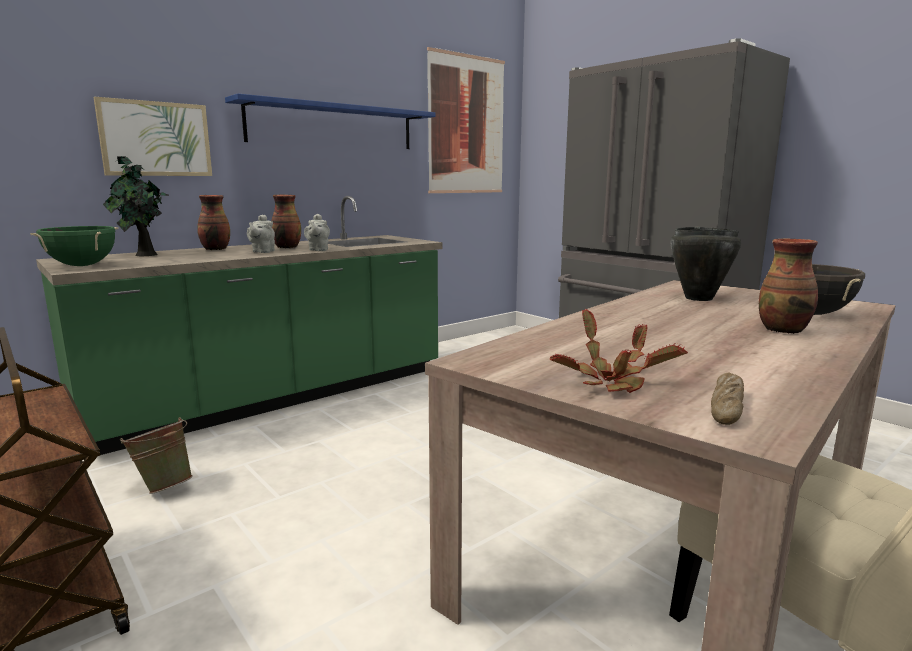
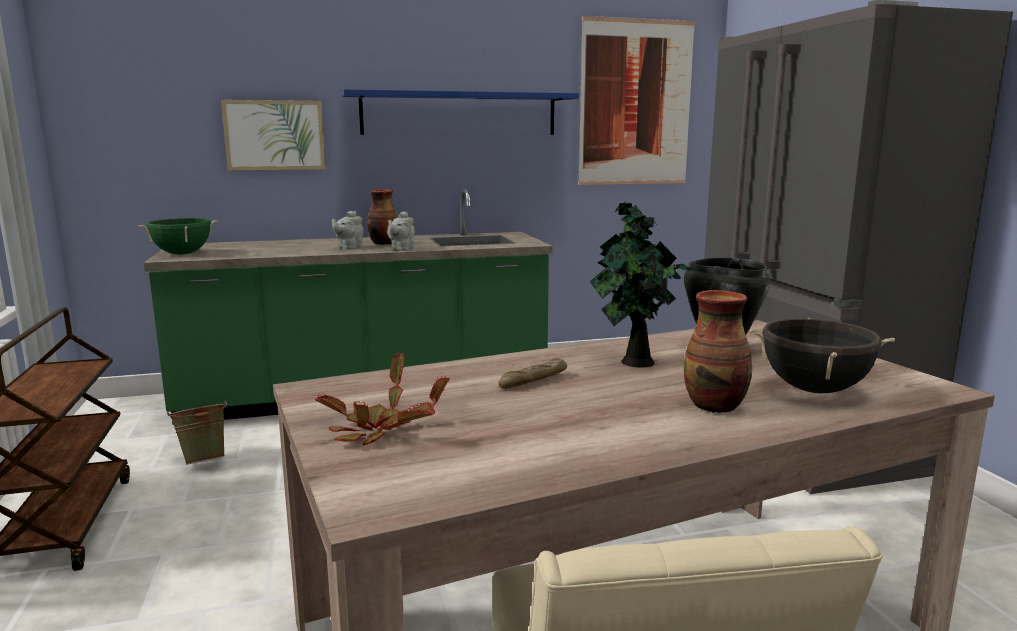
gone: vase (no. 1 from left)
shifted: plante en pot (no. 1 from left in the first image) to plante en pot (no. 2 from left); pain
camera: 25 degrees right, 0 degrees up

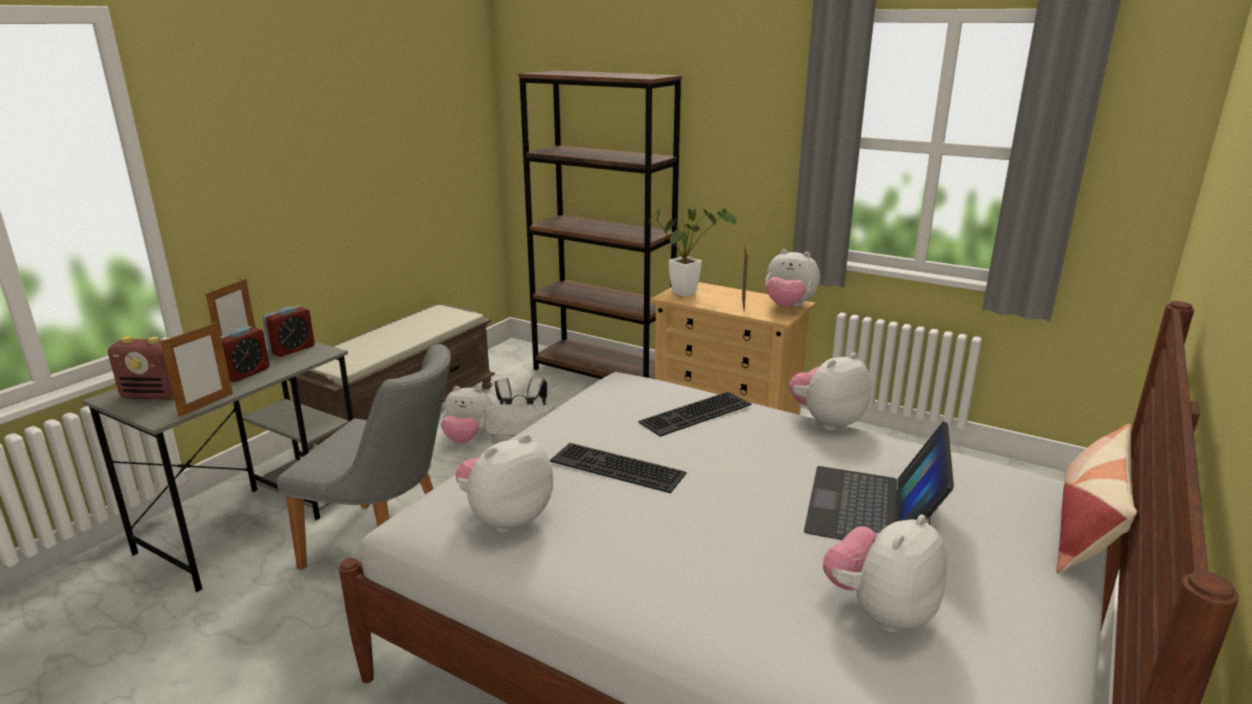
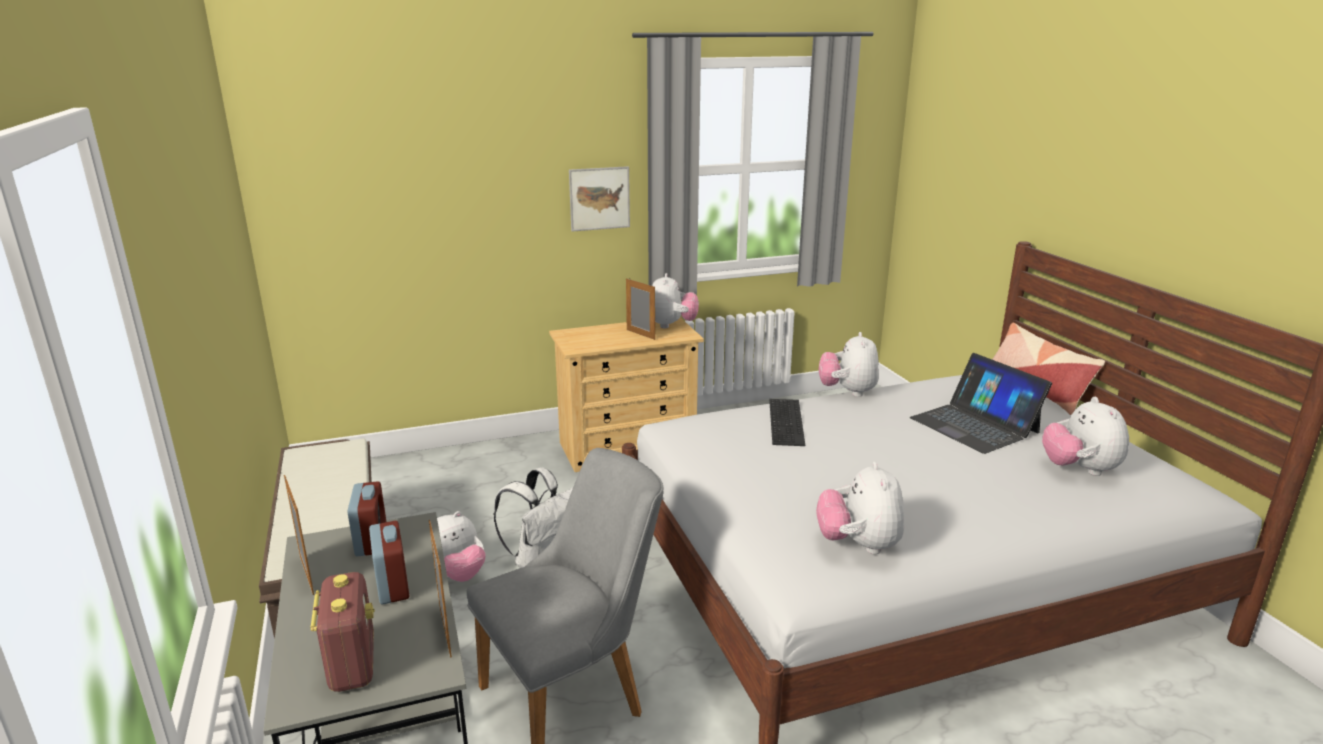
gone: bibliothèque [marron]; clavier (no. 1 from left); plante en pot
new: tableau
rotated: radio 60 degrees counterclockwise; peluche (no. 3 from left in the first image) 60 degrees counterclockwise
camera: 50 degrees left, 0 degrees up

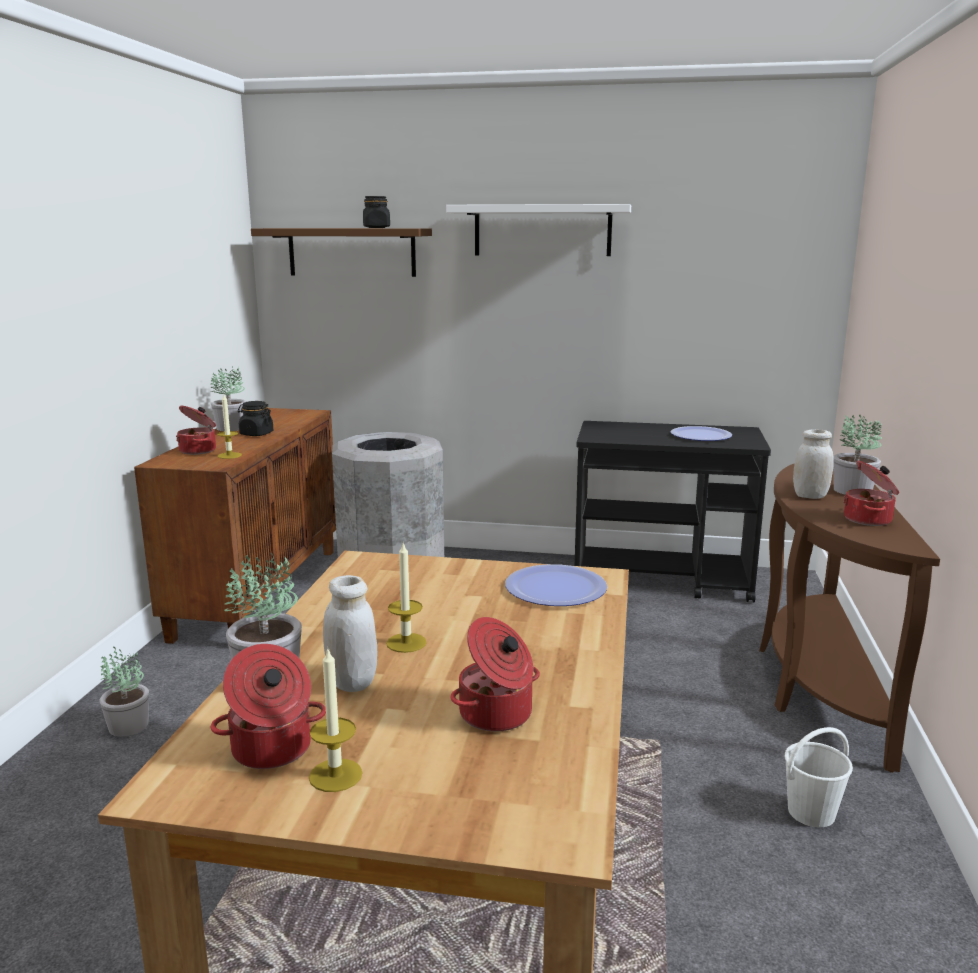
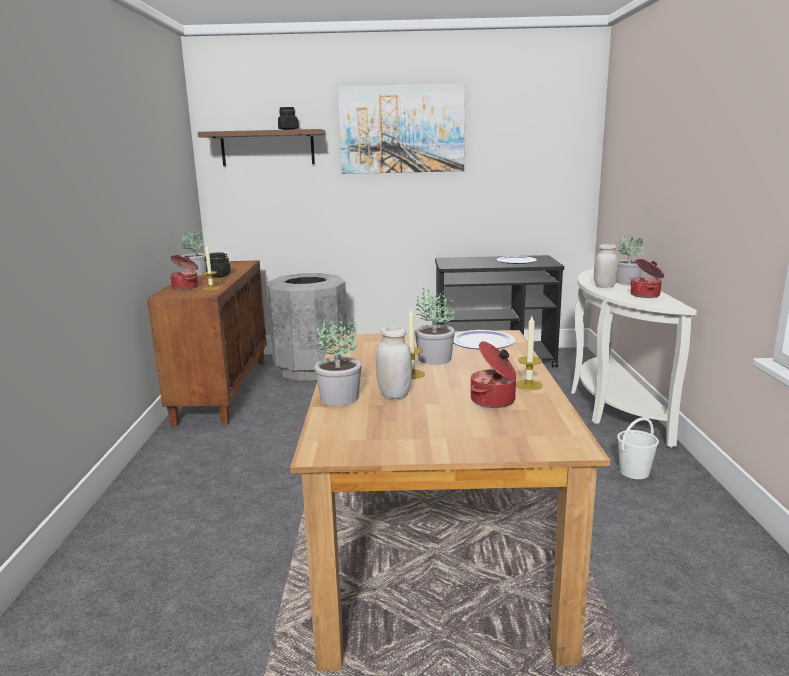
gone: marmite (no. 2 from left)
shifted: plante en pot (no. 1 from left in the first image) to plante en pot (no. 3 from left); bougie (no. 2 from left in the first image) to bougie (no. 3 from left)
swapped: étagère [blanc] to tableau
repainted: table console [marron] to table console [blanc]
camera: 10 degrees left, 0 degrees up

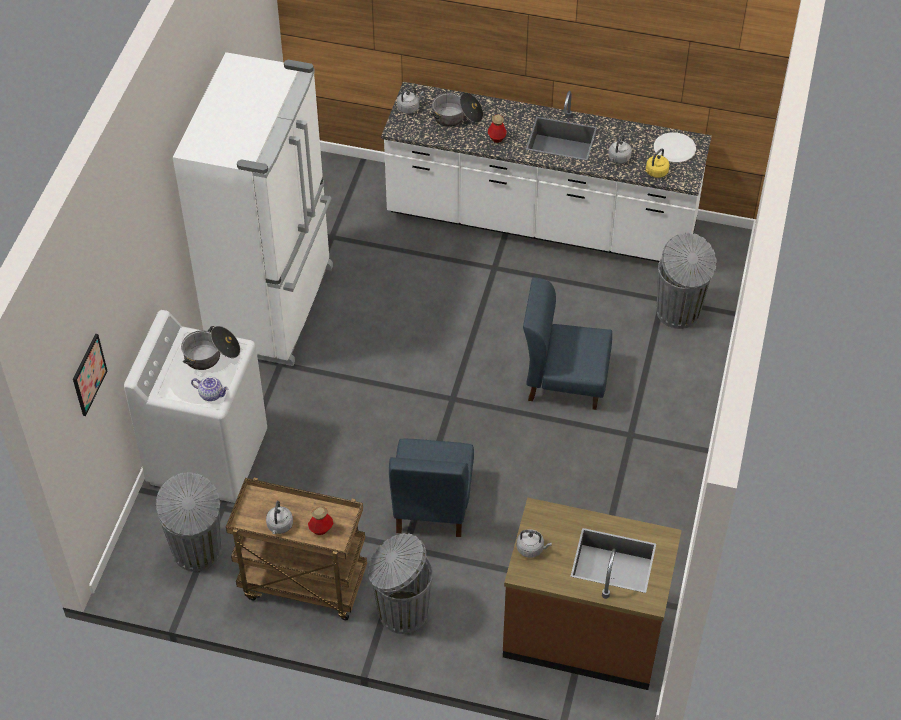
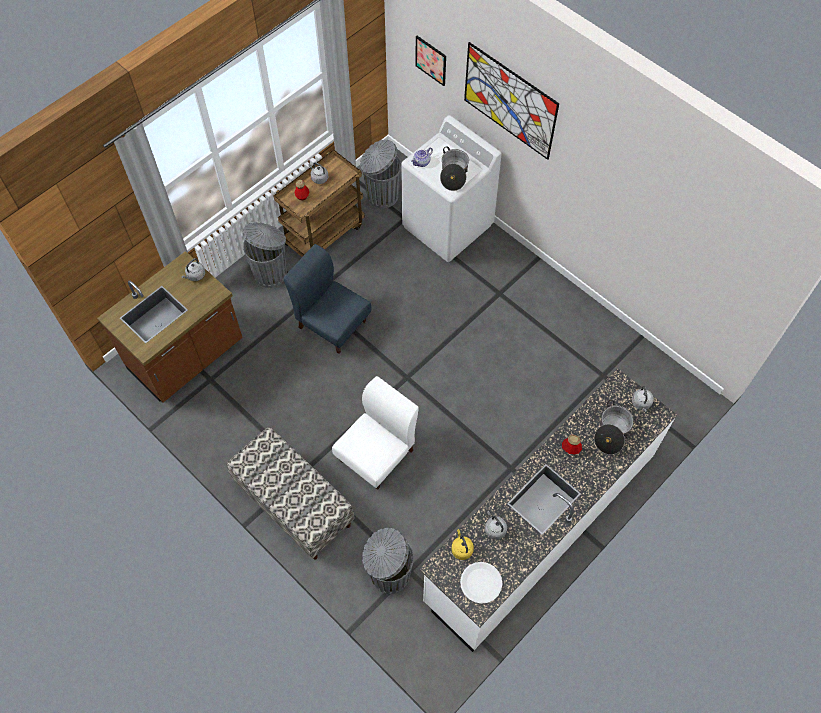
gone: réfrigérateur [blanc]
new: banc; tableau (no. 2 from left)
repainted: chaise [bleu] (no. 2 from left) to chaise [blanc]
camera: 120 degrees right, 10 degrees up

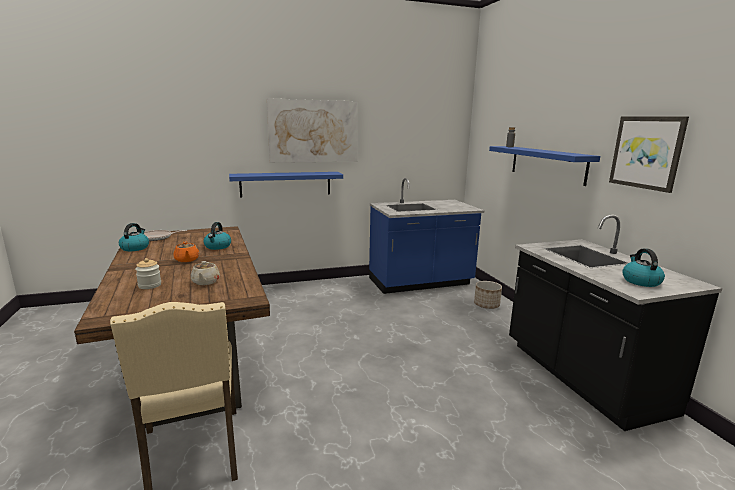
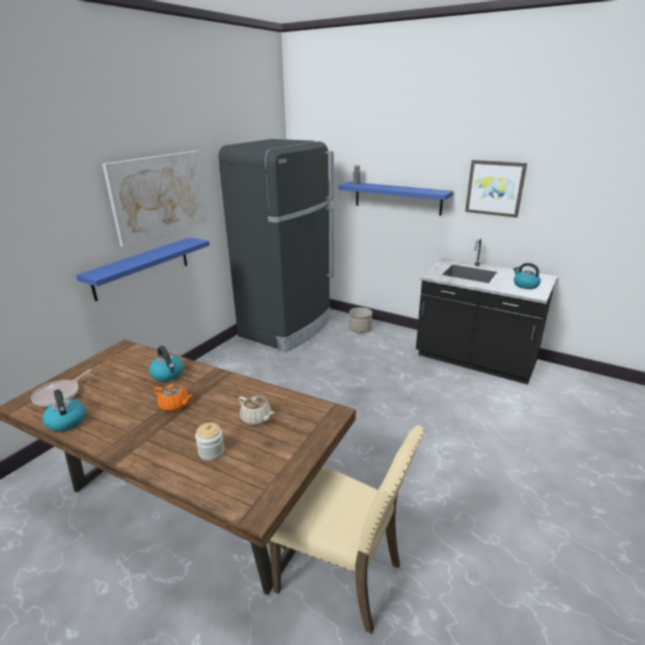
swapped: comptoir de cuisine [bleu] to réfrigérateur [noir]
camera: 40 degrees left, 10 degrees up

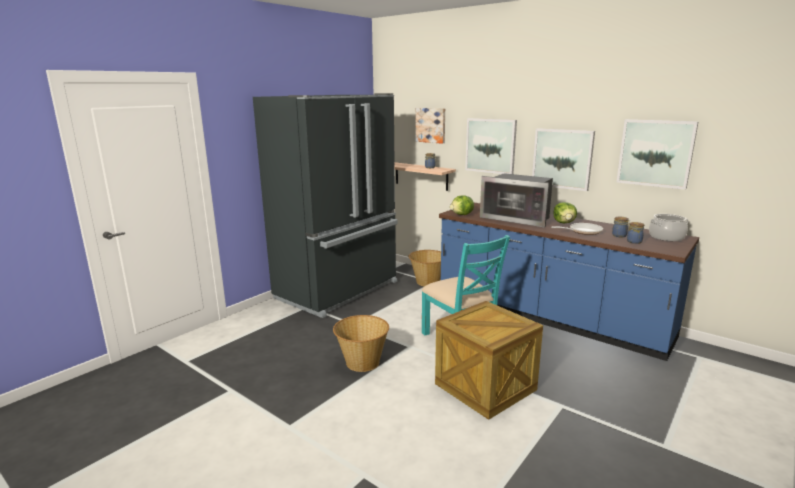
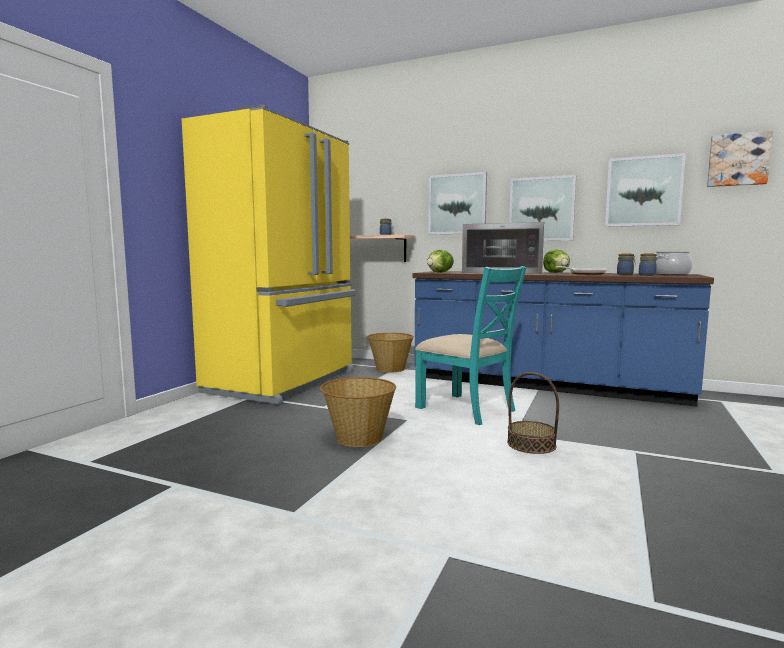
shifted: tableau (no. 1 from left in the first image) to tableau (no. 4 from left)
swapped: caisse to panier (no. 3 from left)
repainted: réfrigérateur [noir] to réfrigérateur [jaune]
camera: 15 degrees left, 10 degrees down

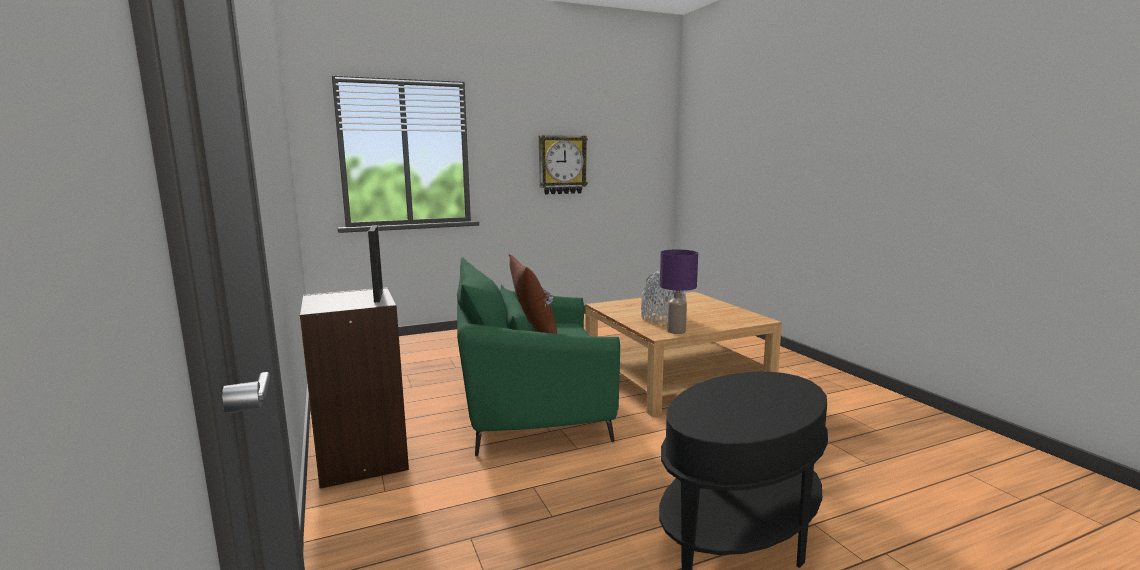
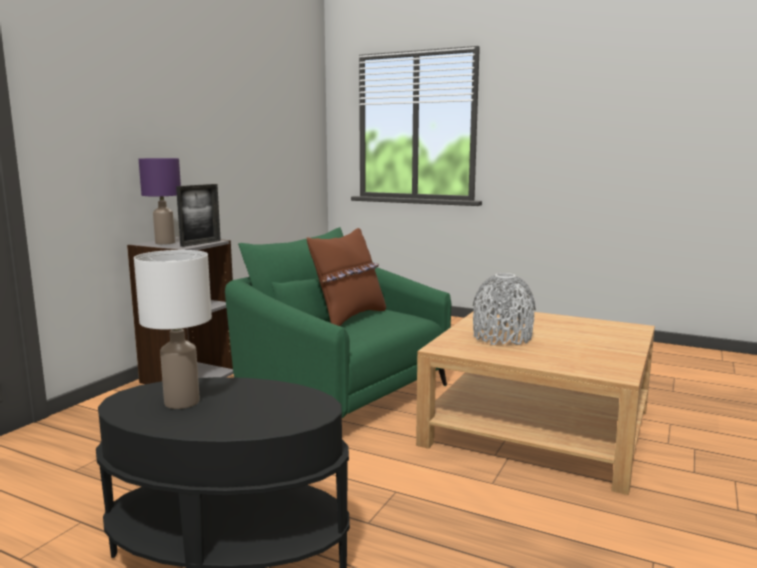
gone: horloge murale
new: lampe de table [blanc]
shifted: lampe de table [violet]
camera: 50 degrees right, 0 degrees up

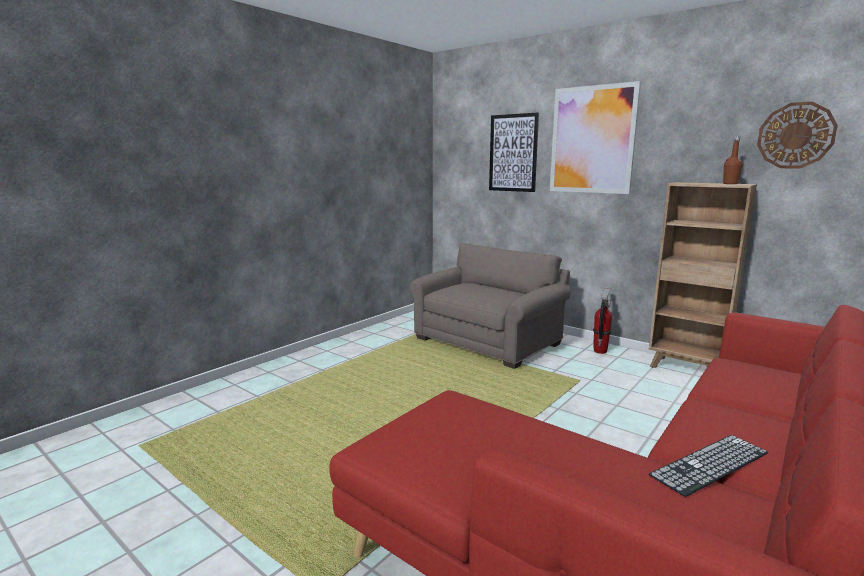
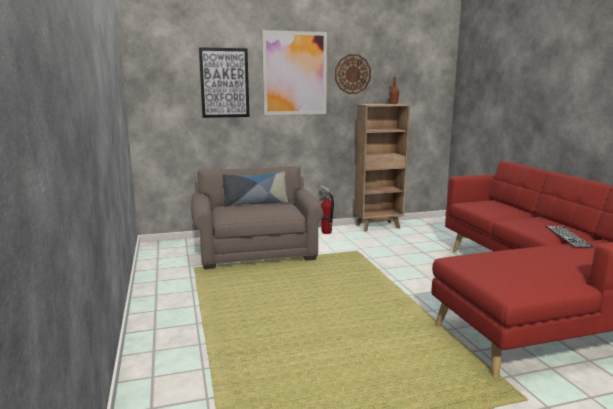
new: coussin
shifted: horloge murale
camera: 55 degrees left, 0 degrees up

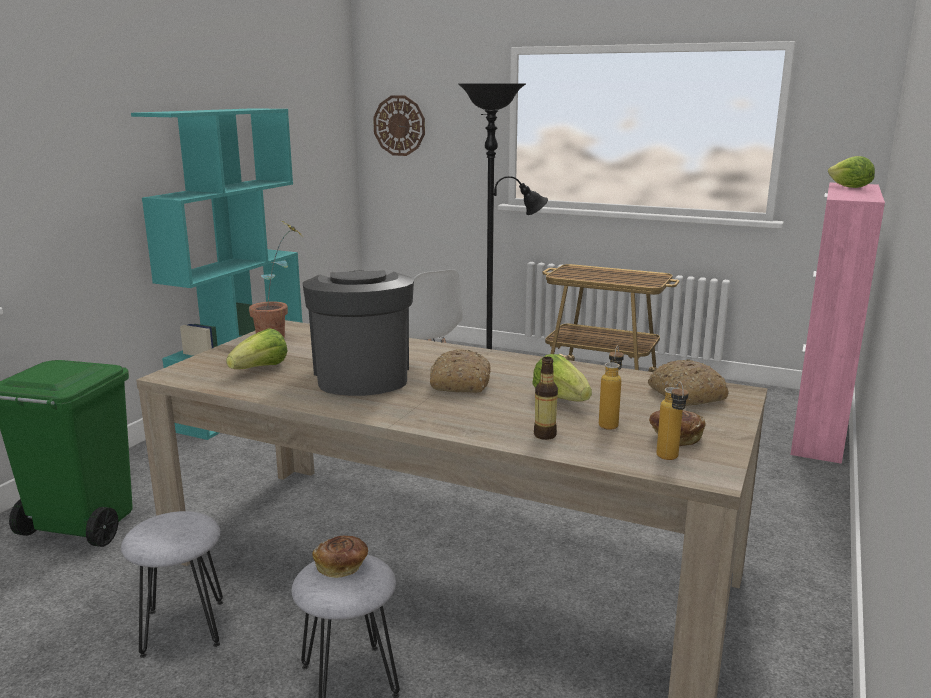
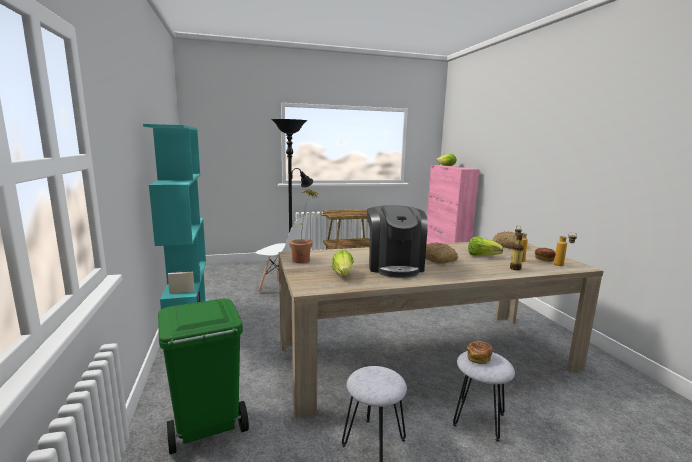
gone: horloge murale
rotated: machine à café 135 degrees counterclockwise
camera: 40 degrees left, 5 degrees down

